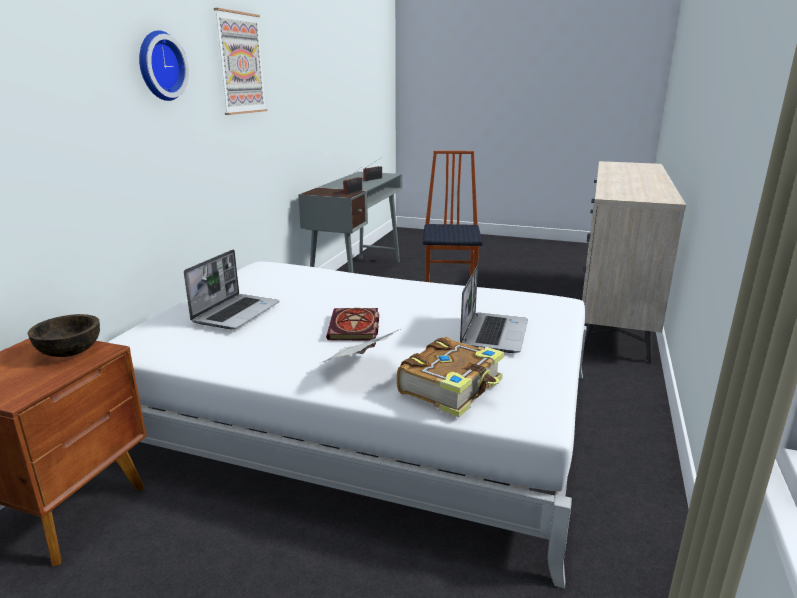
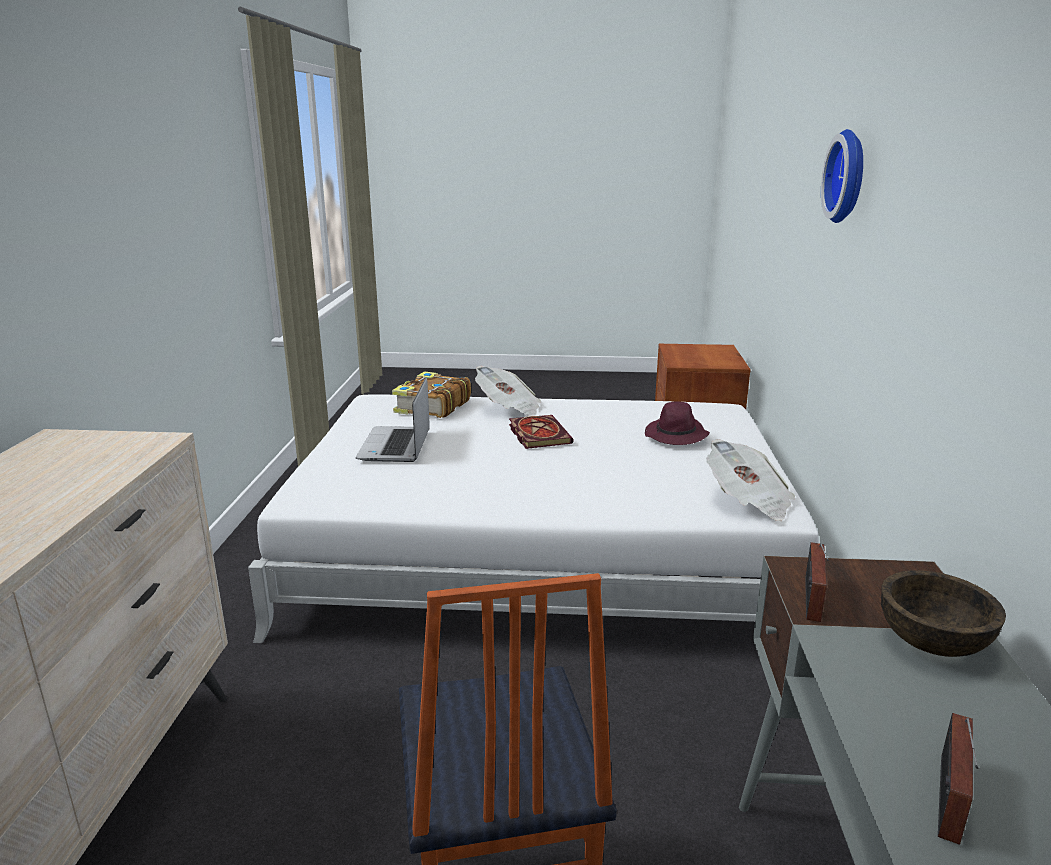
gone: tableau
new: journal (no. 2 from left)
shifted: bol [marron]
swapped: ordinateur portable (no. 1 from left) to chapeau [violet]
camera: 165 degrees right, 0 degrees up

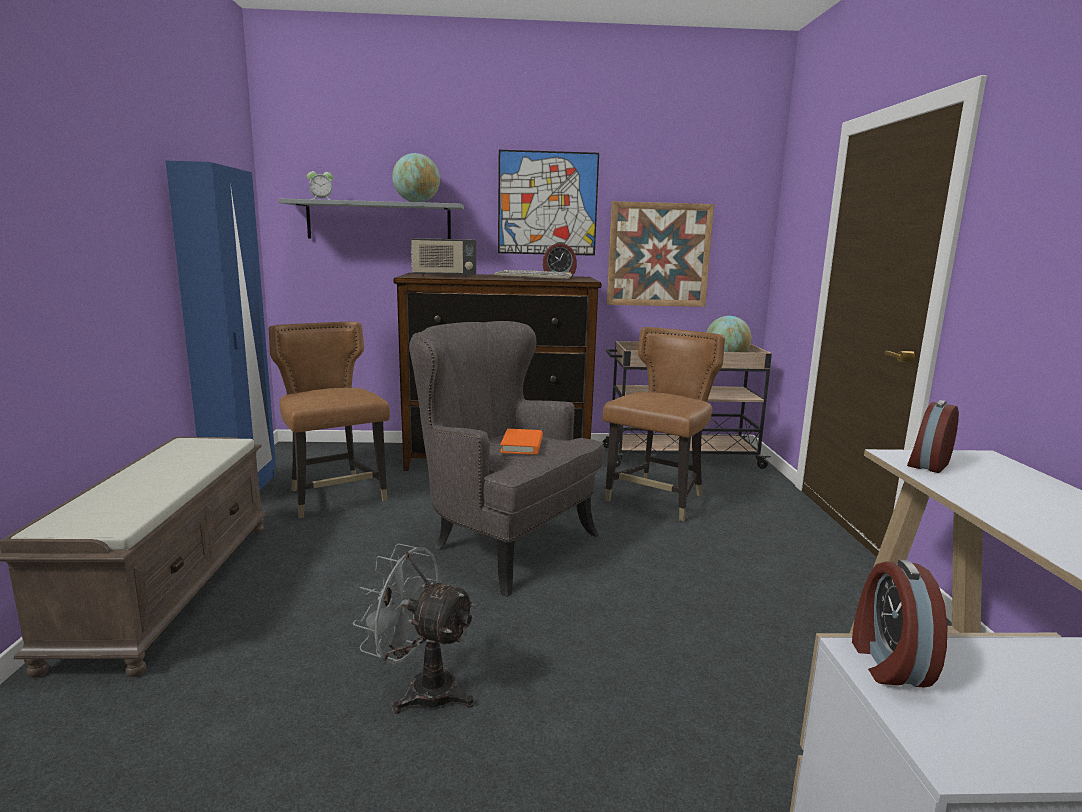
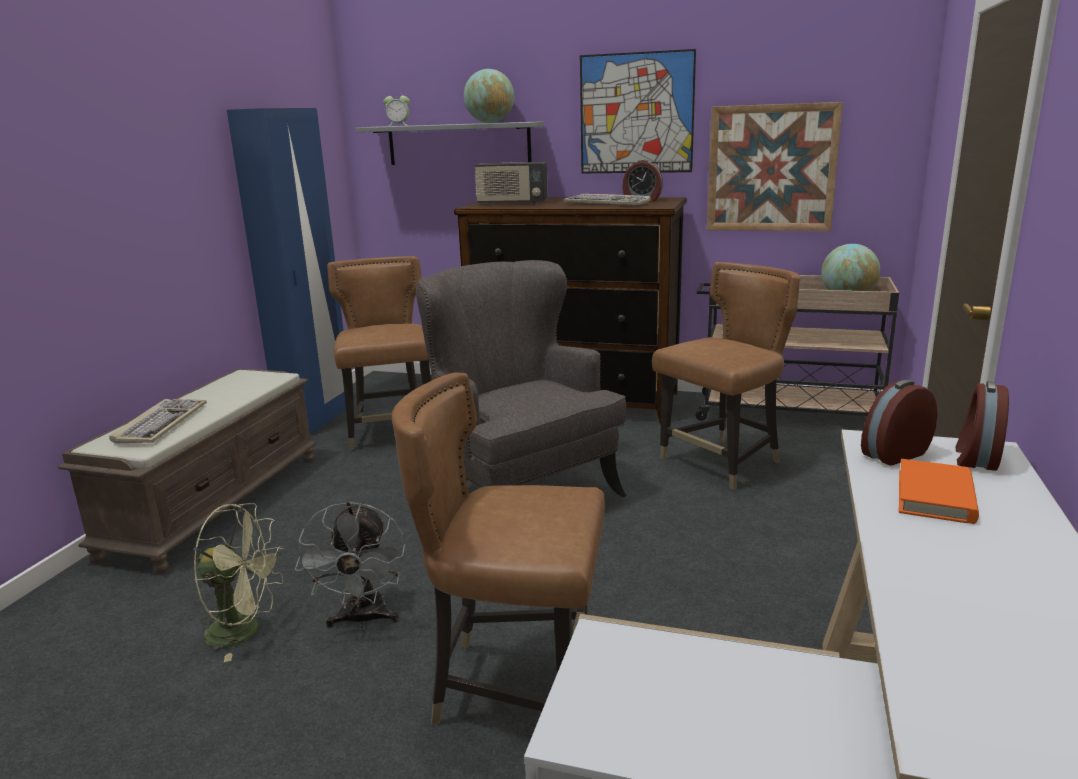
new: clavier (no. 1 from left); ventilateur [vert]; chaise [marron] (no. 2 from left)
shifted: livre [orange]; réveil (no. 3 from left in the first image) to réveil (no. 4 from left)
rotated: ventilateur [gris] 135 degrees counterclockwise
camera: 20 degrees right, 5 degrees up

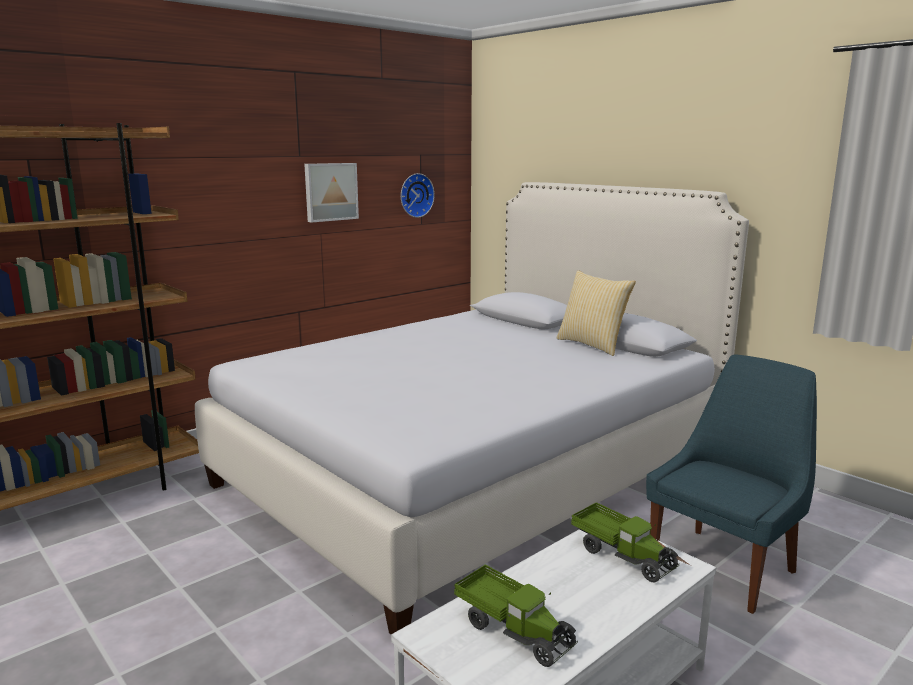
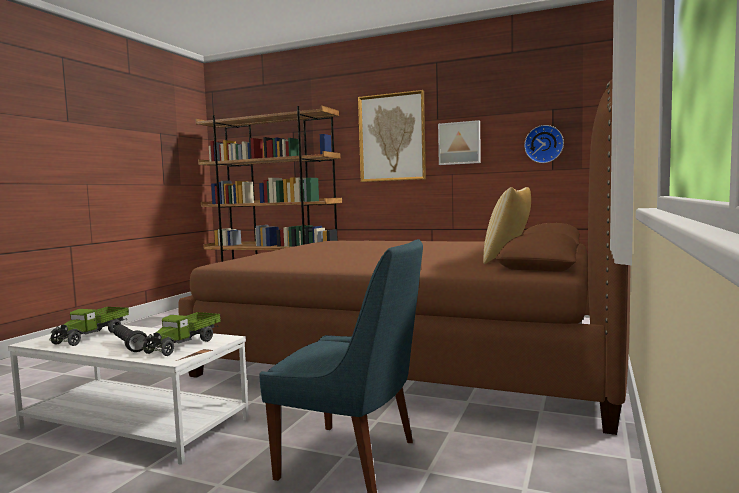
new: lampe de poche [noir]; tableau (no. 1 from left)
repainted: lit [blanc] to lit [marron]
camera: 65 degrees right, 10 degrees down

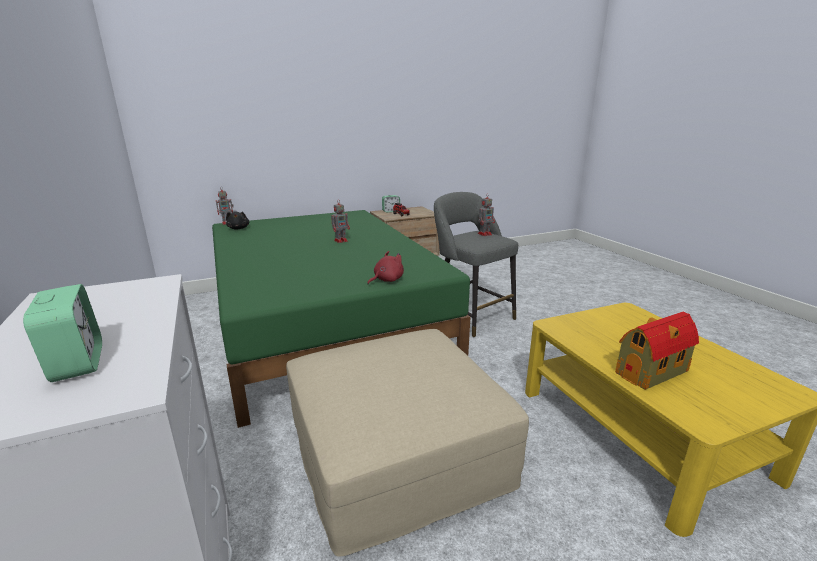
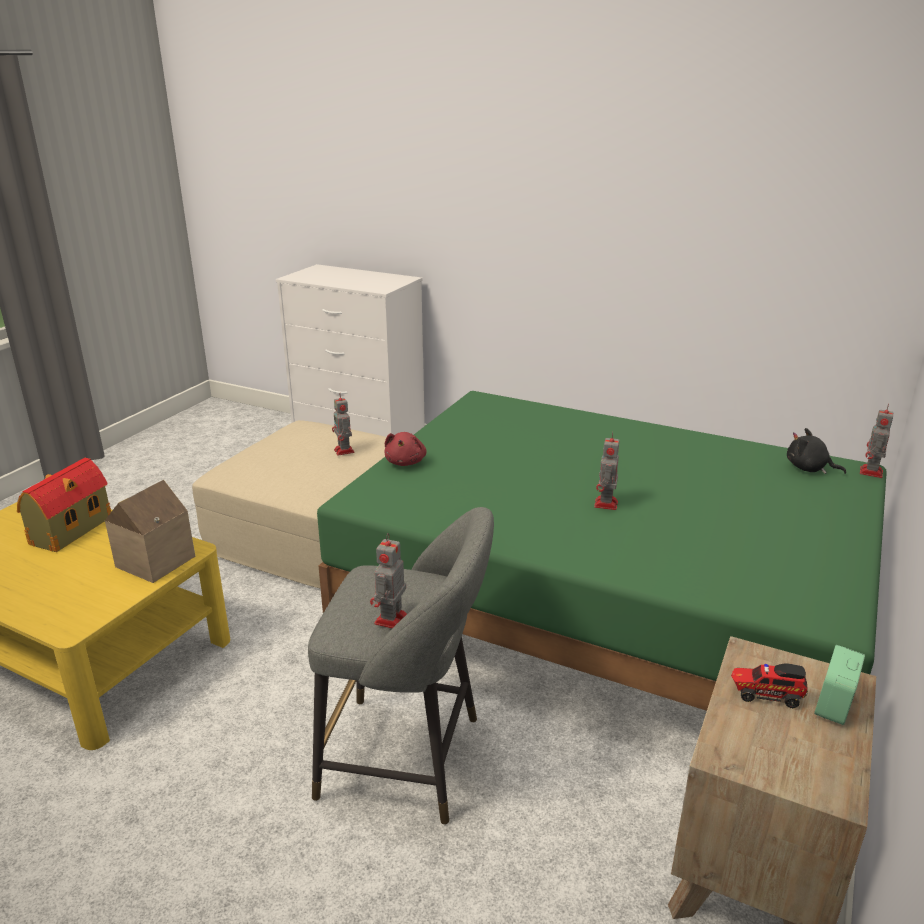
gone: réveil (no. 1 from left)
new: maison miniature (no. 2 from left); robot jouet (no. 1 from left)
camera: 140 degrees right, 5 degrees up

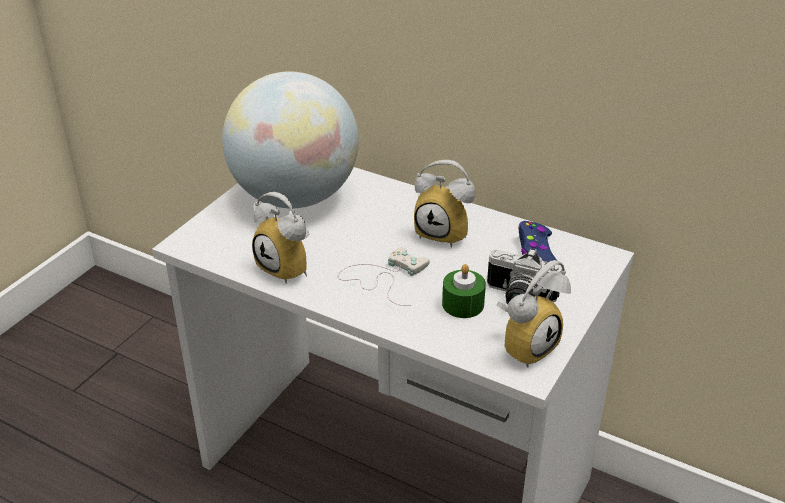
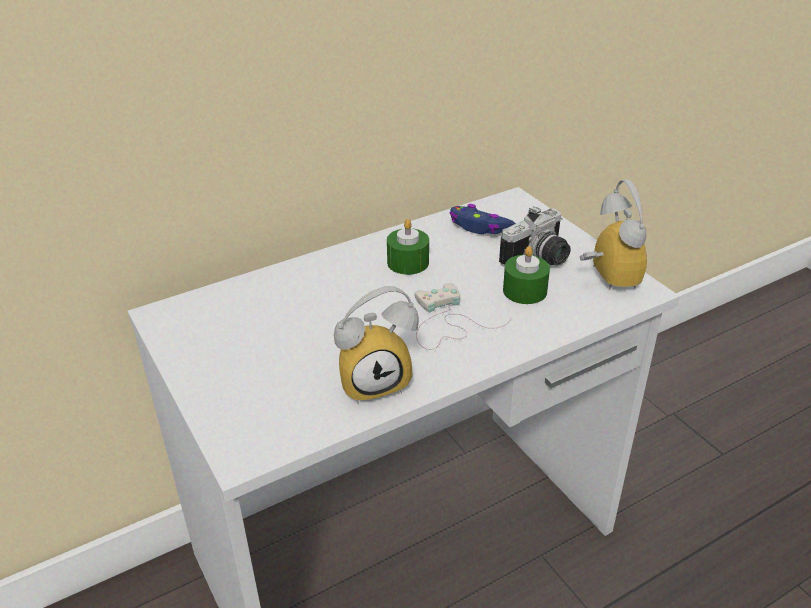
gone: globe
swapped: réveil (no. 2 from left) to bougie [vert] (no. 1 from left)
camera: 60 degrees left, 0 degrees up

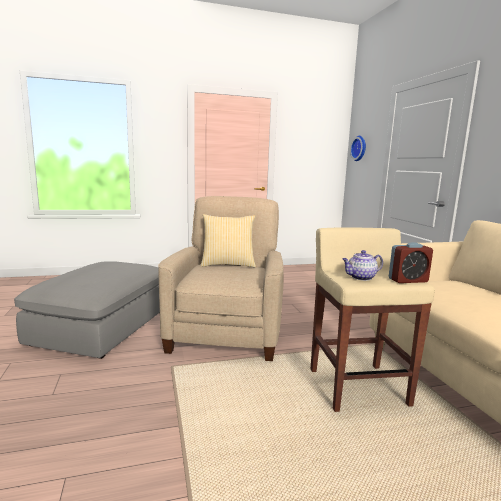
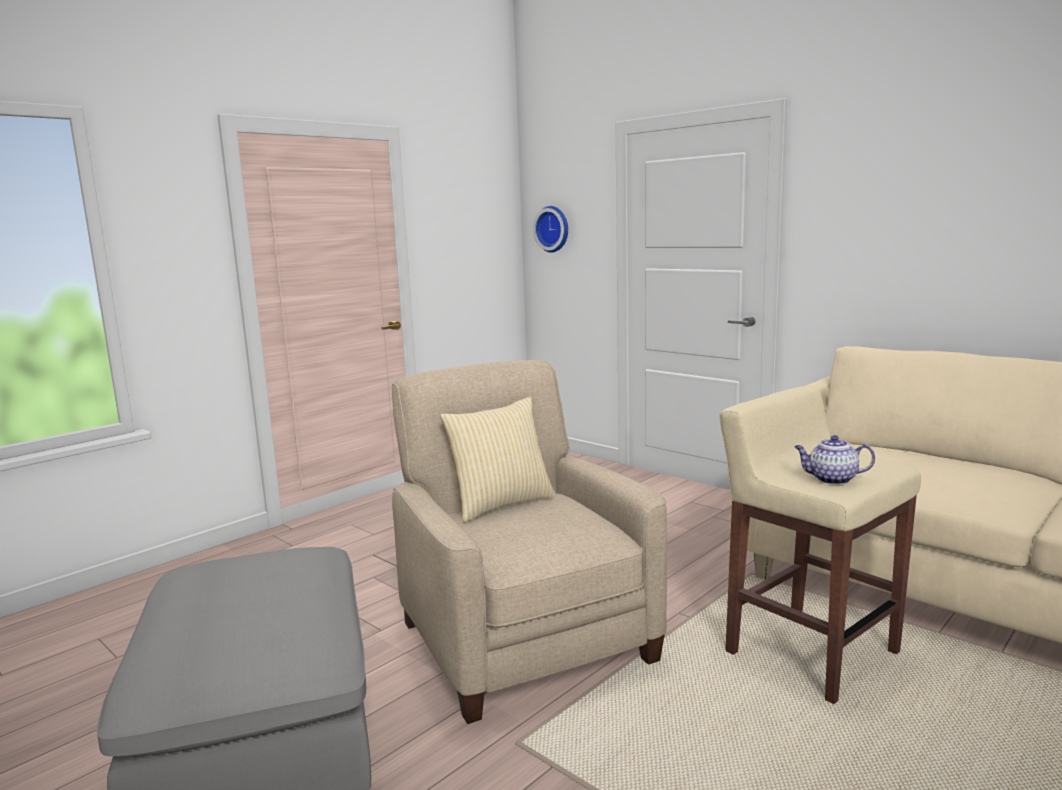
gone: réveil
rotated: théière 60 degrees clockwise
camera: 30 degrees left, 0 degrees up

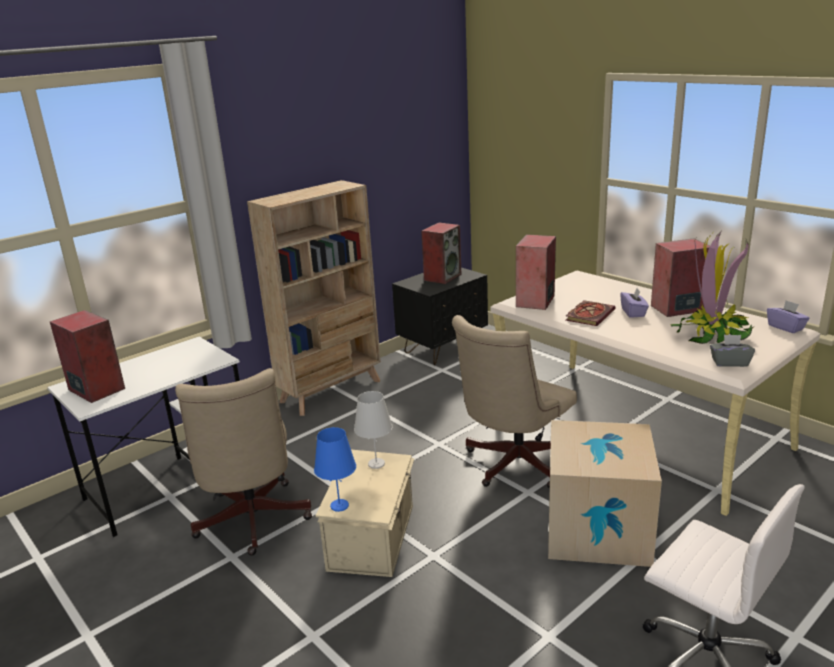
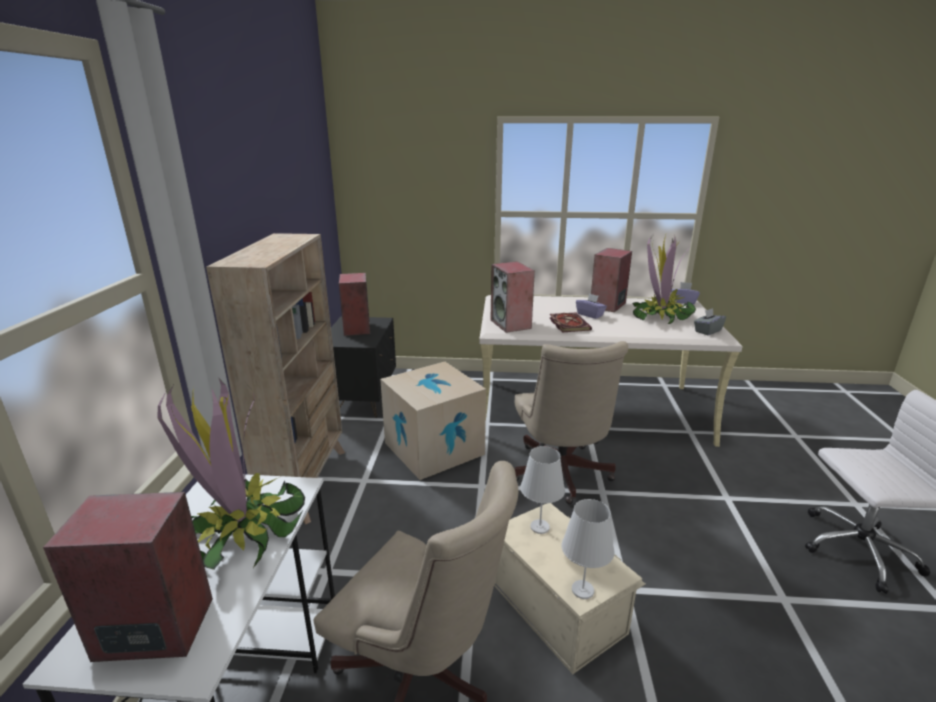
new: plante en pot (no. 1 from left)
shifted: carton
repainted: lampe de table [bleu] to lampe de table [blanc] (no. 2 from left)
camera: 45 degrees left, 0 degrees up

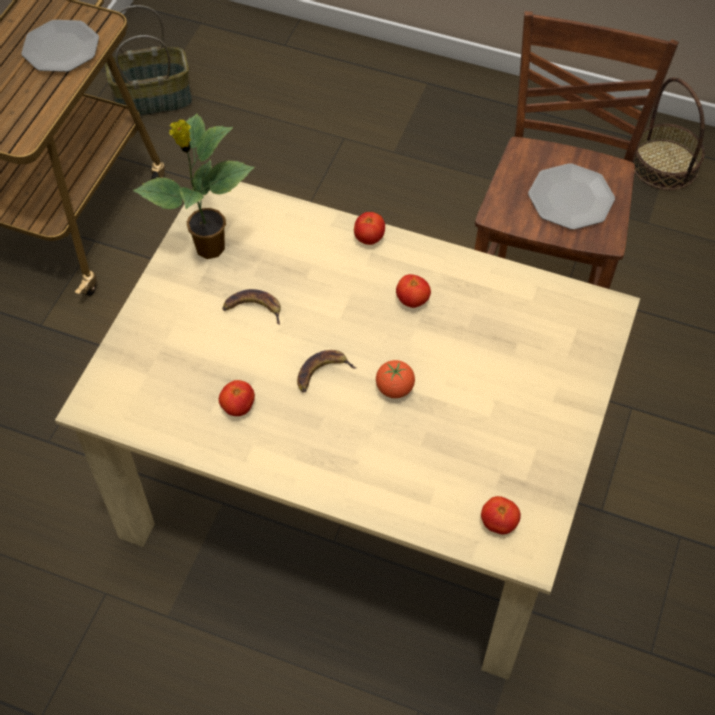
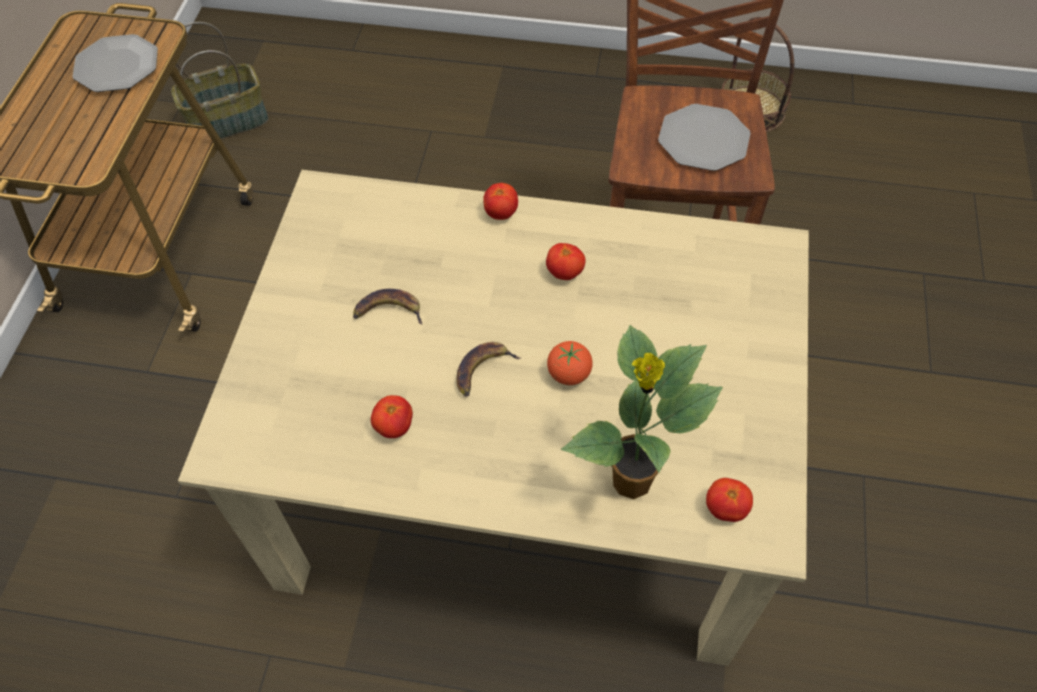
shifted: plante en pot
camera: 10 degrees left, 0 degrees up

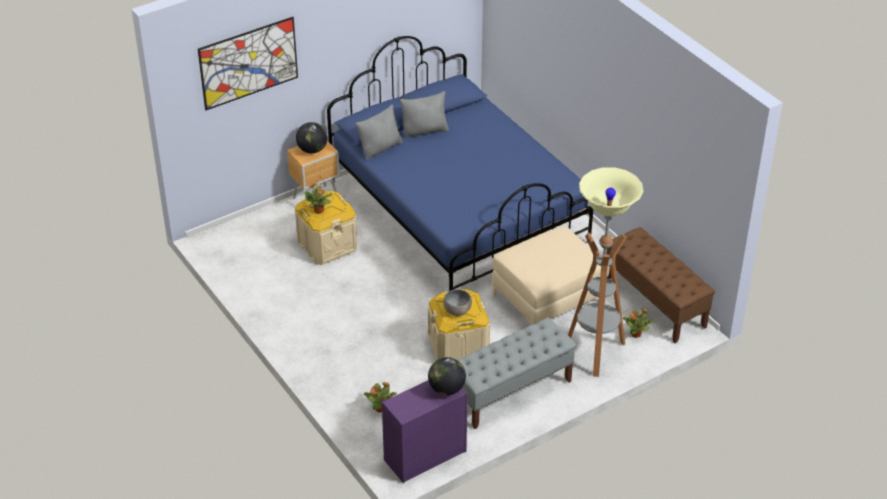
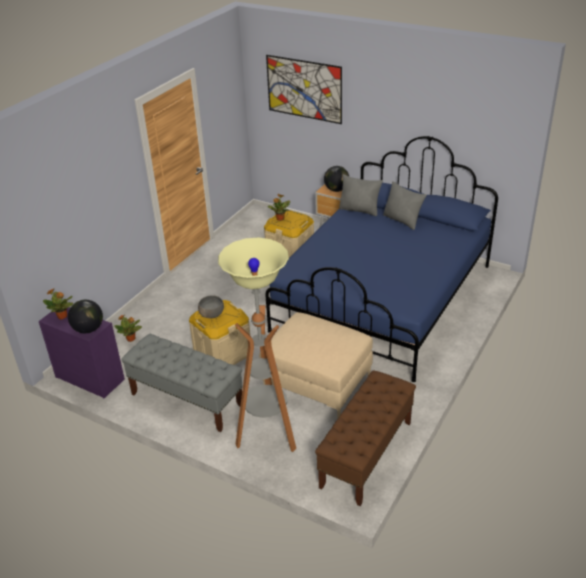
shifted: plante en pot (no. 3 from left in the first image) to plante en pot (no. 1 from left)
camera: 65 degrees right, 5 degrees down

